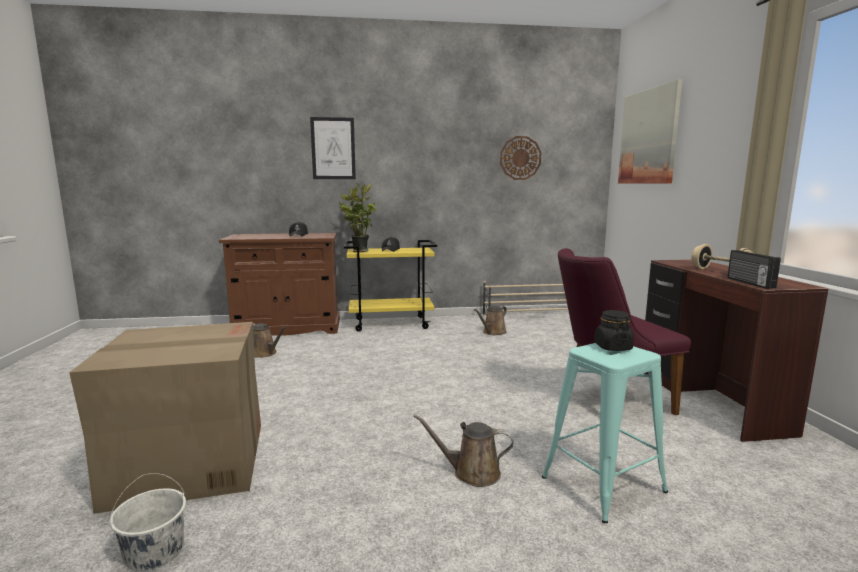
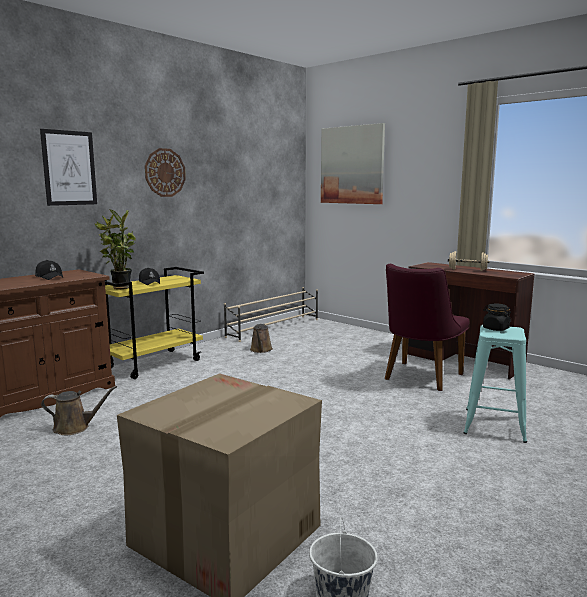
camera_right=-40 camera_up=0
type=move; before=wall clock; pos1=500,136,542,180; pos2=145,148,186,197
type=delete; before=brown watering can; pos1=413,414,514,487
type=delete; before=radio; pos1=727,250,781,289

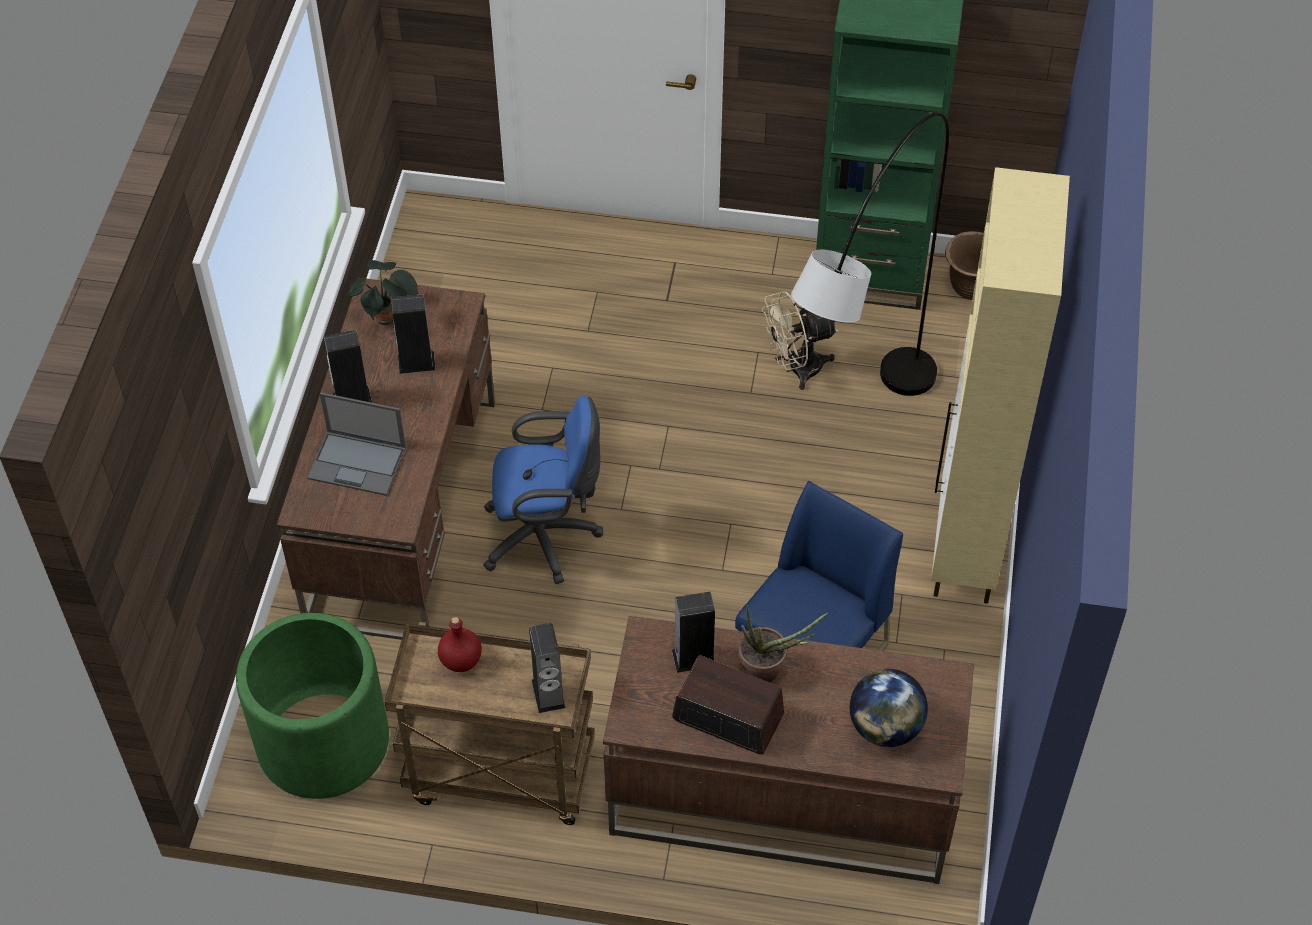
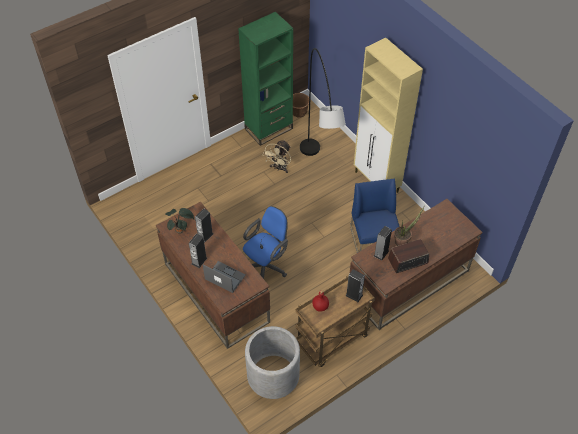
camera_right=-45 camera_up=0
type=rotate; before=laptop; pos1=307,392,406,496; pos2=203,261,246,293; turn=-120
type=recolor; before=green planter; after=grey planter; pos1=236,613,389,799; pos2=245,326,300,399
type=delete; before=globe; pos1=850,669,928,747

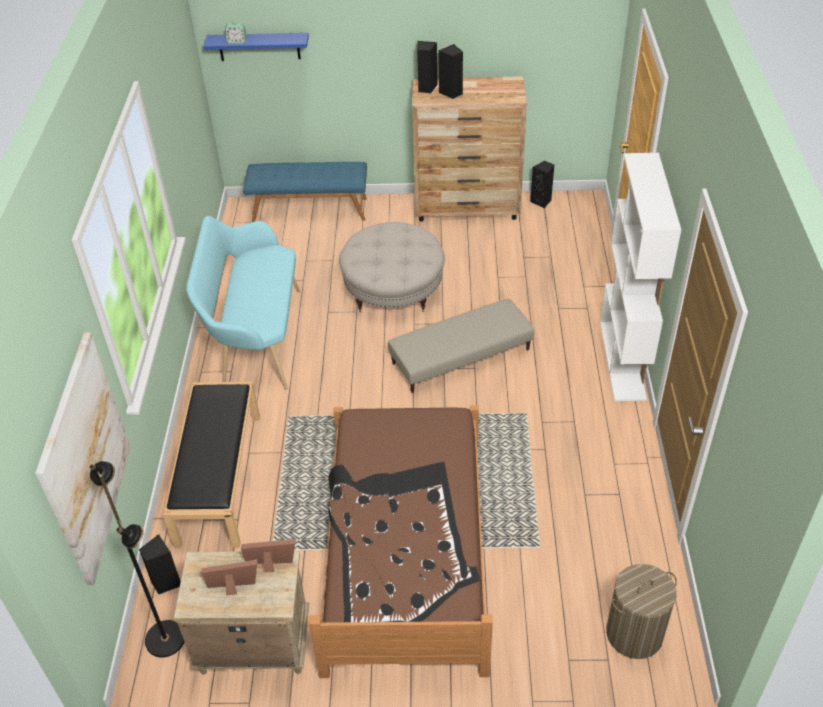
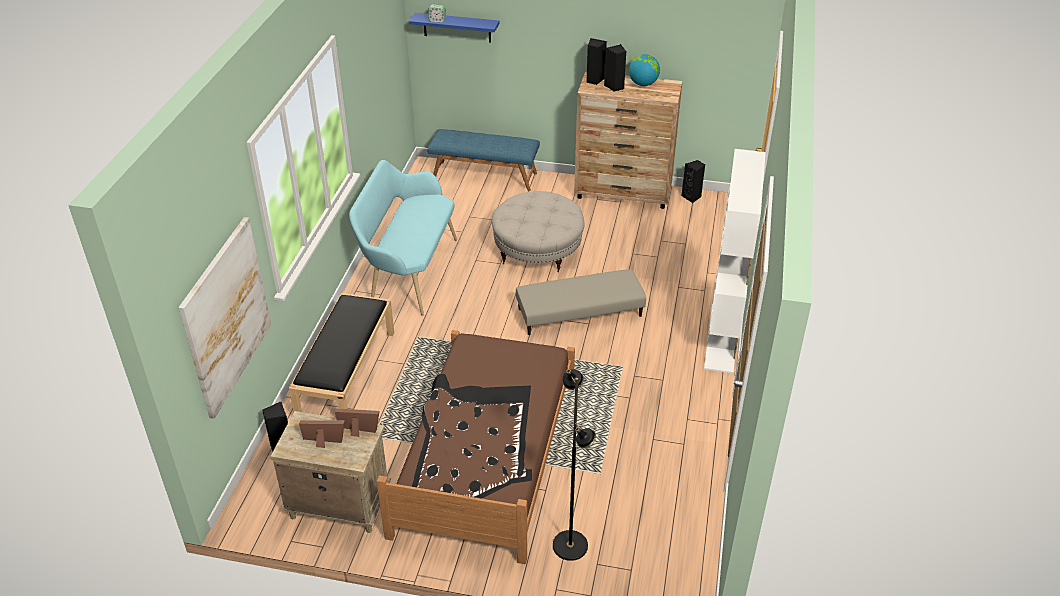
camera_right=10 camera_up=-5
type=move; before=black floor lamp; pos1=89,461,184,658; pos2=553,369,596,561
type=insert; after=globe; pos2=629,54,660,86
type=delete; before=laundry basket; pos1=606,564,677,659

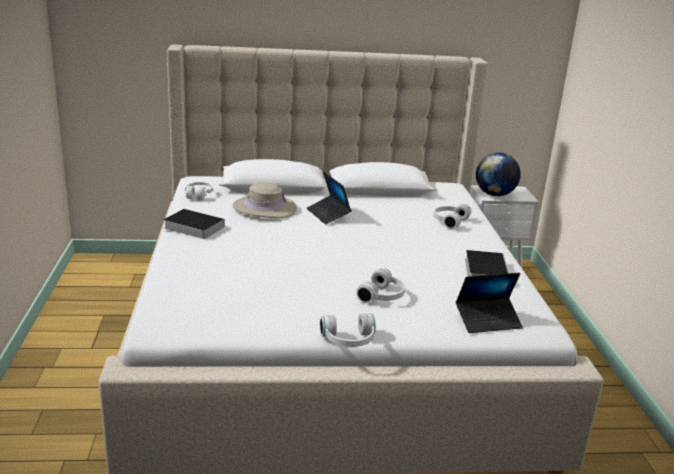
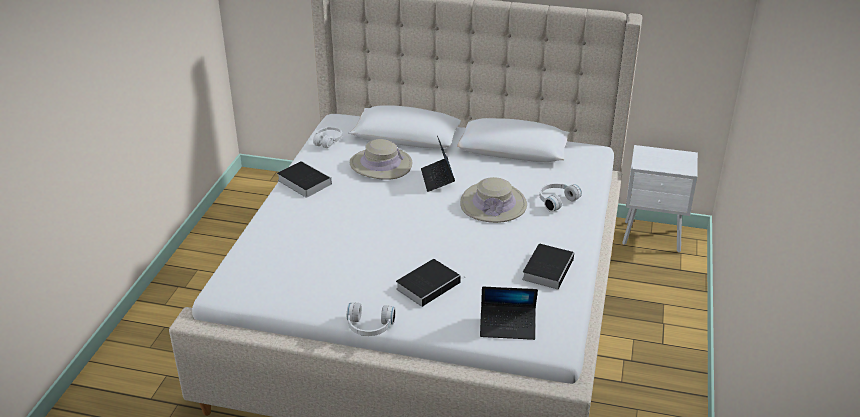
camera_right=20 camera_up=10
type=replace; before=white headphones; after=book; pos1=356,268,405,303; pos2=396,259,465,307
type=insert; after=beige hat; pos2=460,177,527,223
type=delete; before=globe; pos1=476,152,521,196

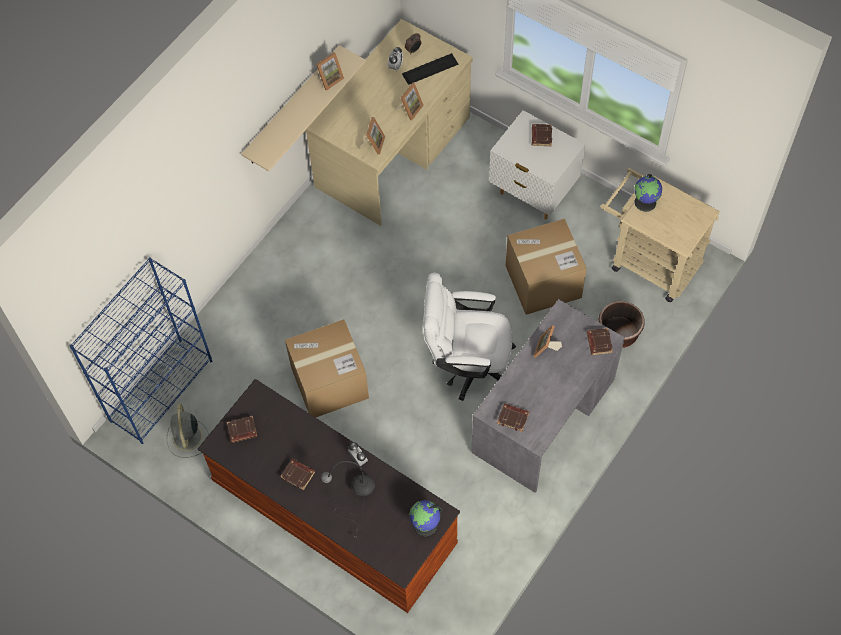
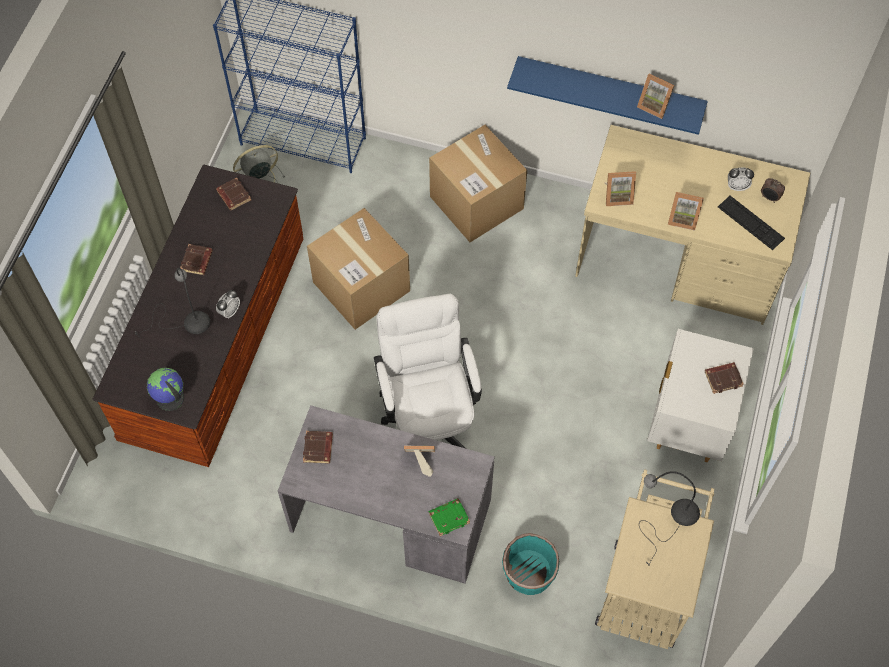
camera_right=70 camera_up=0
type=move; before=cardboard box; pos1=505,219,587,315; pos2=429,125,527,242
type=recolor; before=brown book; after=green book; pos1=587,328,613,355; pos2=429,498,470,536
type=recolor; before=brown planter; after=turquoise planter; pos1=599,301,644,348; pos2=502,533,559,595
type=recolor; before=beige shelf; after=blue shelf; pos1=241,45,366,171; pos2=507,56,708,135
type=replace; before=globe; after=grey table lamp; pos1=634,174,662,212; pos2=639,471,700,565

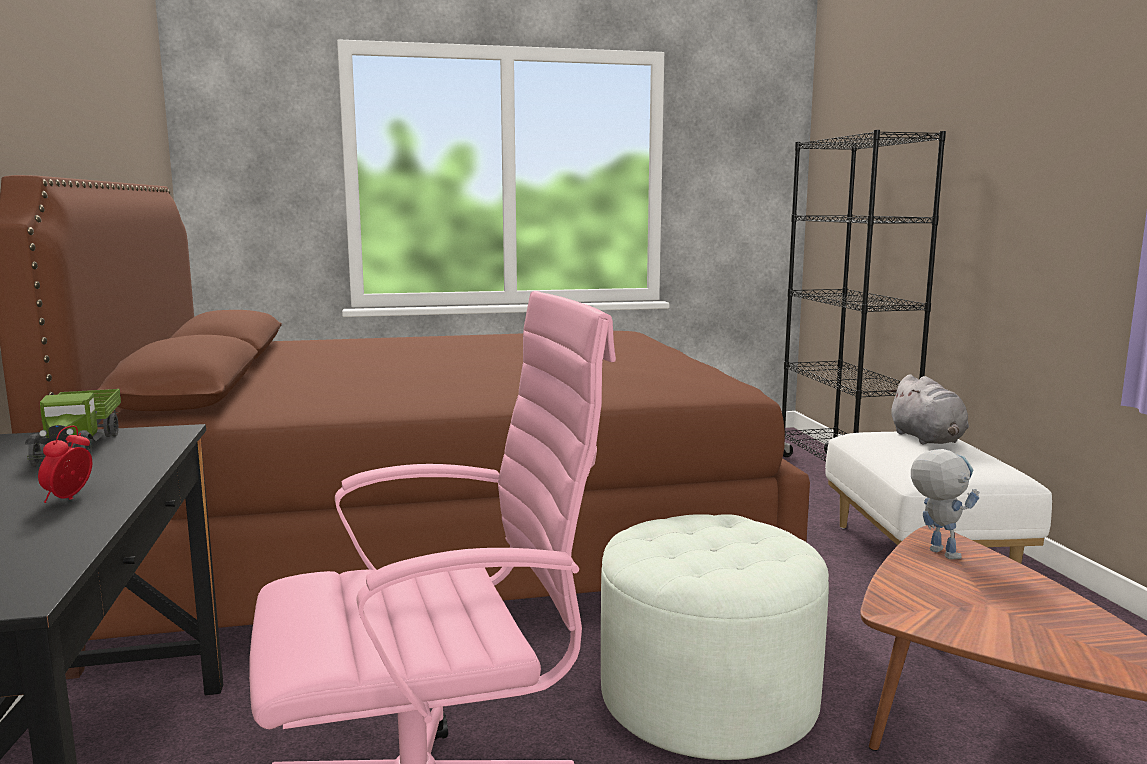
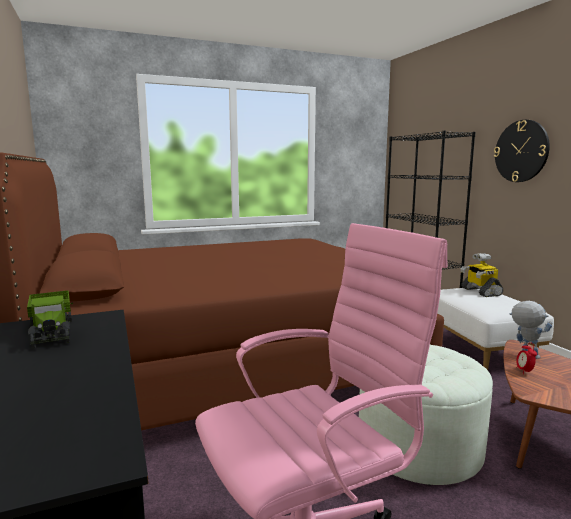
camera_right=-10 camera_up=0
type=replace; before=grey plush toy; after=toy robot; pos1=888,374,969,444; pos2=461,253,503,297
type=insert; after=wall clock; pos2=494,120,550,182
type=move; before=alarm clock; pos1=38,426,92,503; pos2=516,342,537,374

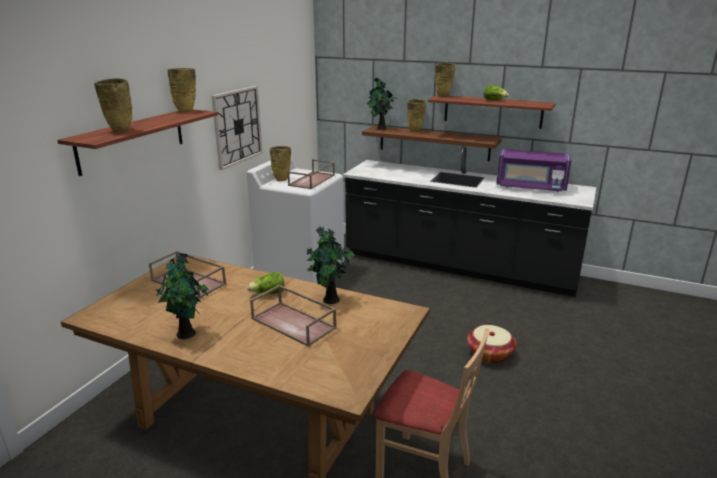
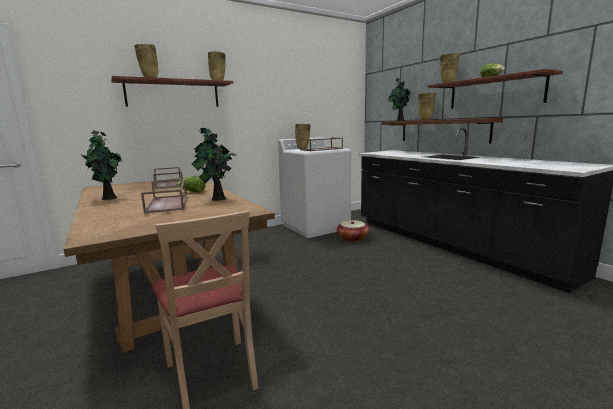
camera_right=35 camera_up=-10
type=move; before=basket; pos1=467,325,516,363; pos2=337,220,369,242
type=delete; before=wall clock; pos1=211,86,263,170
type=delete; before=purple microwave; pos1=496,149,571,192

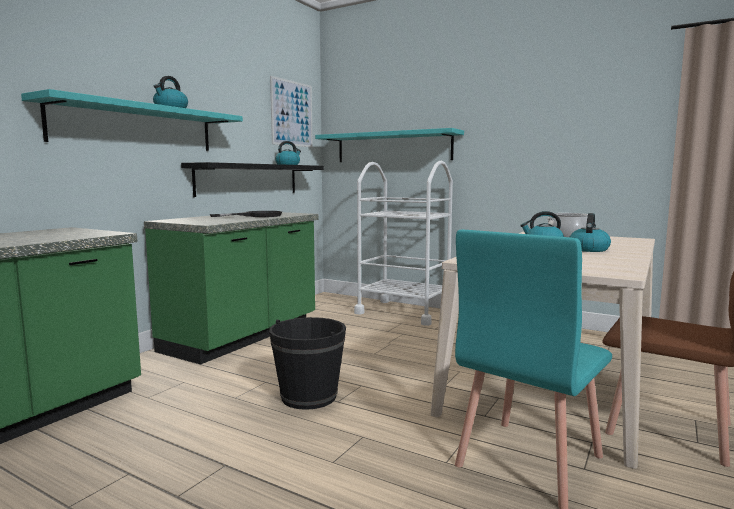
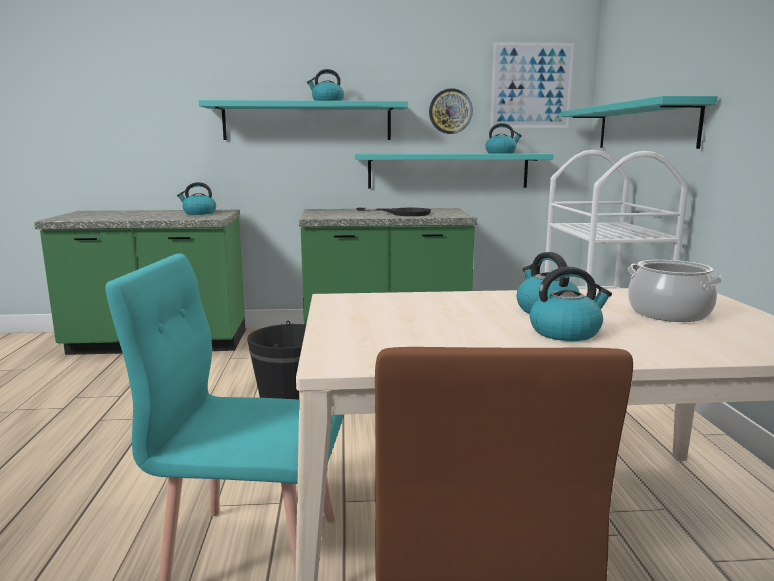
camera_right=55 camera_up=5
type=insert; after=kettle; pos2=177,182,216,215
type=recolor; before=black shelf; after=turquoise shelf; pos1=181,162,324,197; pos2=355,153,554,189
type=insert; after=wall clock; pos2=429,88,473,134

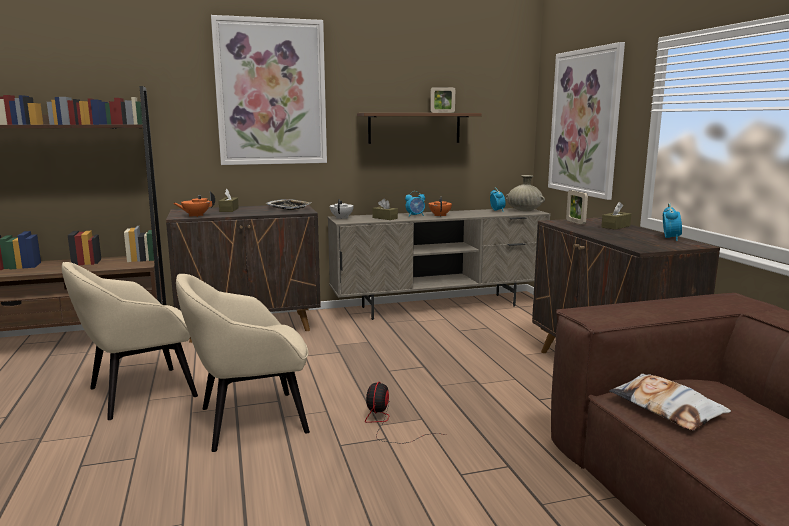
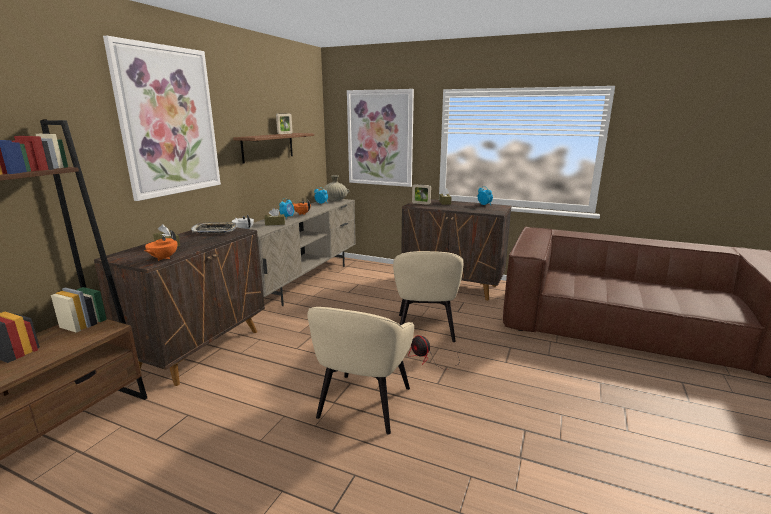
camera_right=-50 camera_up=5
type=move; before=beige armchair; pos1=62,262,198,420; pos2=393,251,464,342
type=delete; before=pillow; pos1=609,373,731,431

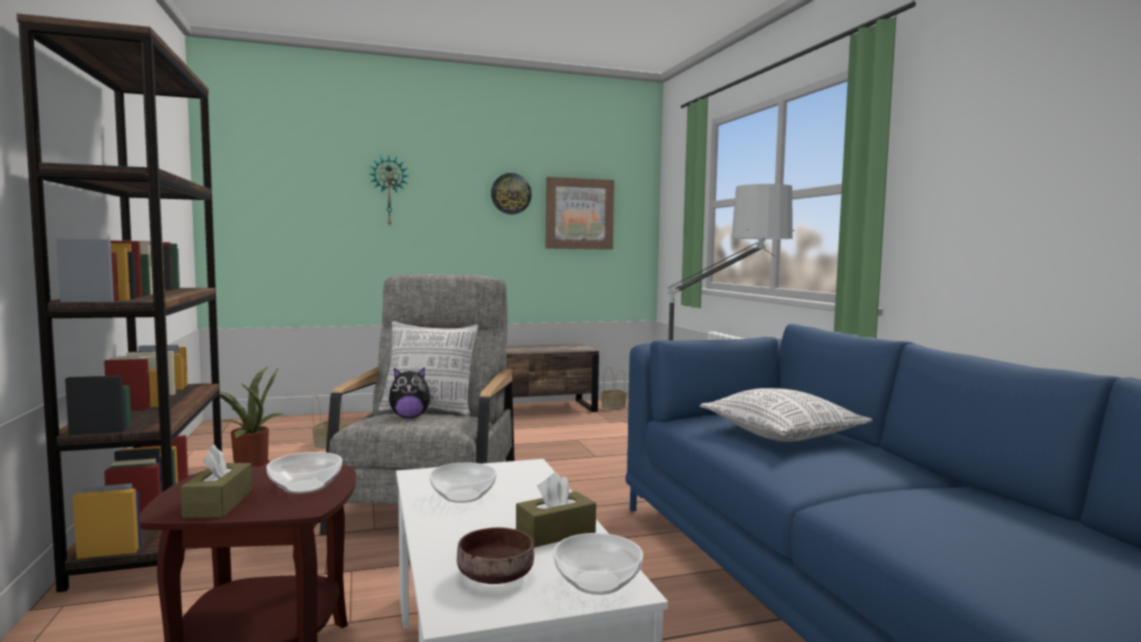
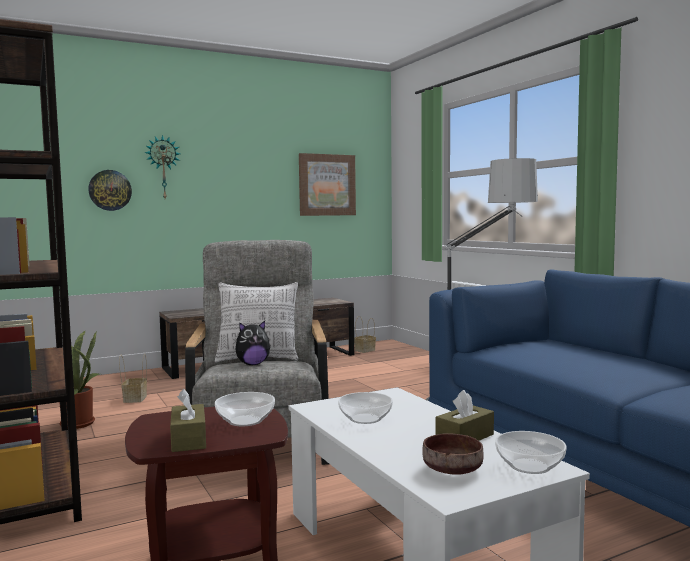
camera_right=-10 camera_up=0
type=move; before=wall clock; pos1=491,173,532,214; pos2=88,170,132,211
type=delete; before=pillow; pos1=700,388,873,442

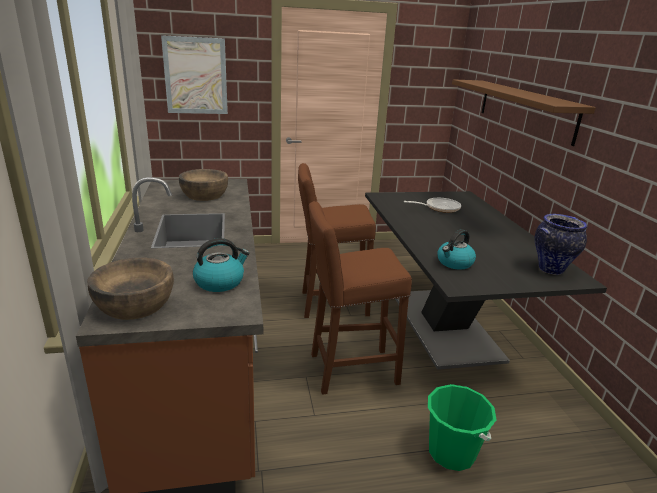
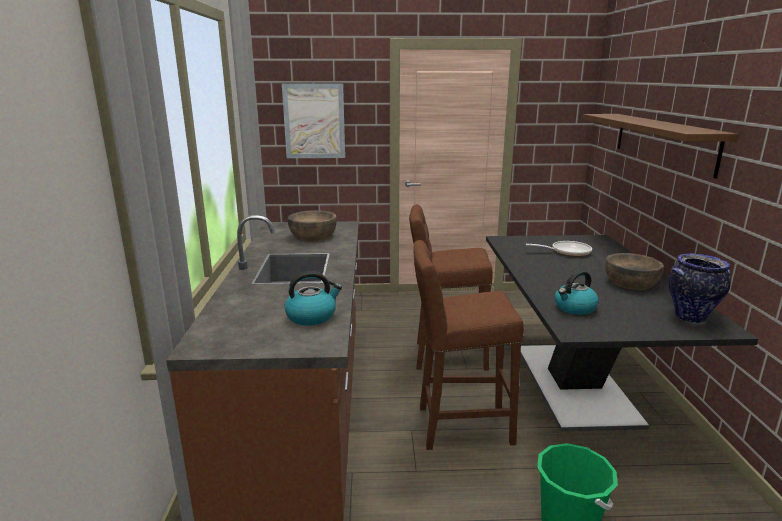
camera_right=10 camera_up=-5
type=move; before=brown bowl; pos1=87,258,174,320; pos2=605,253,664,290

